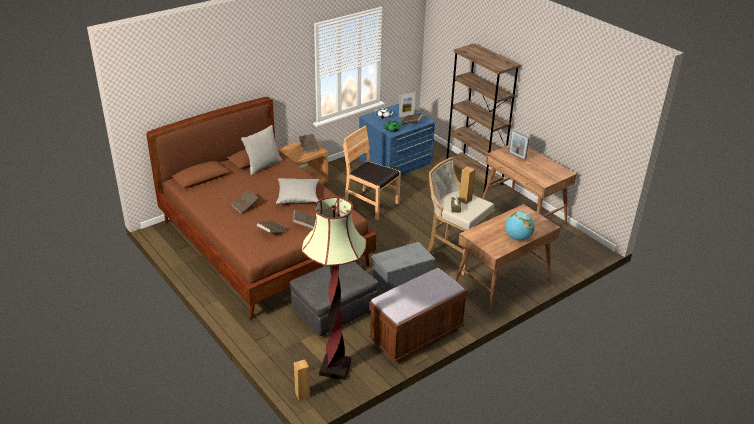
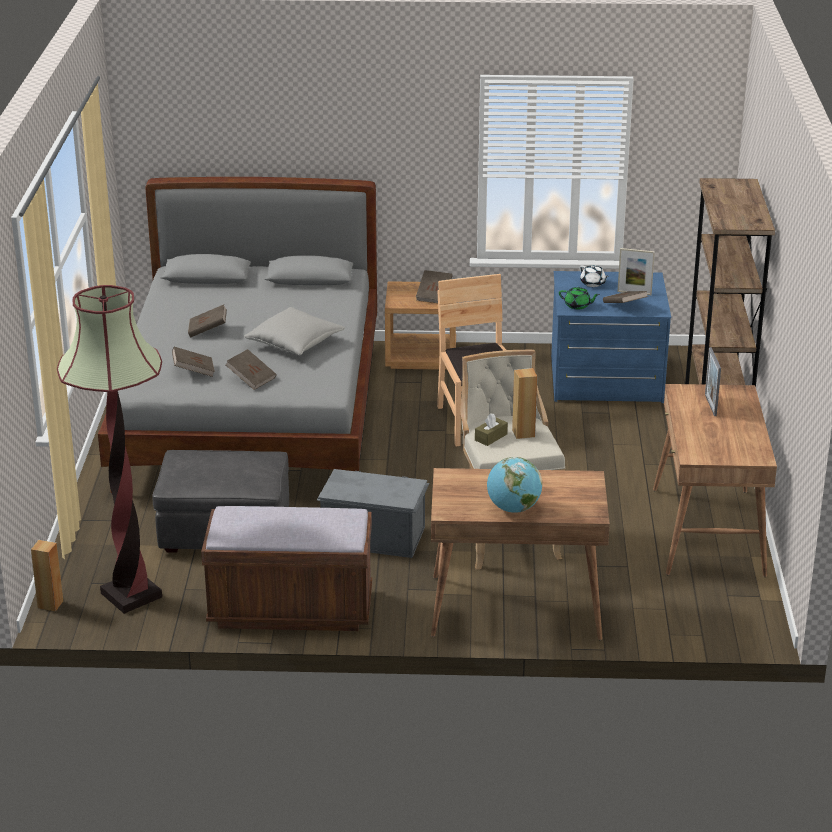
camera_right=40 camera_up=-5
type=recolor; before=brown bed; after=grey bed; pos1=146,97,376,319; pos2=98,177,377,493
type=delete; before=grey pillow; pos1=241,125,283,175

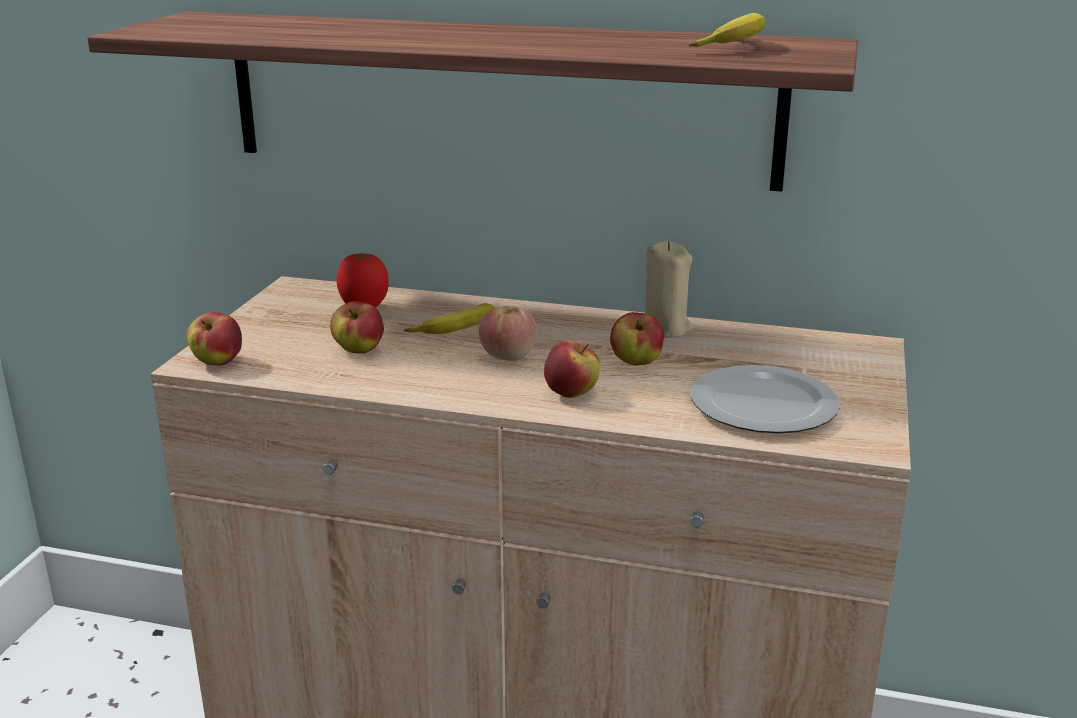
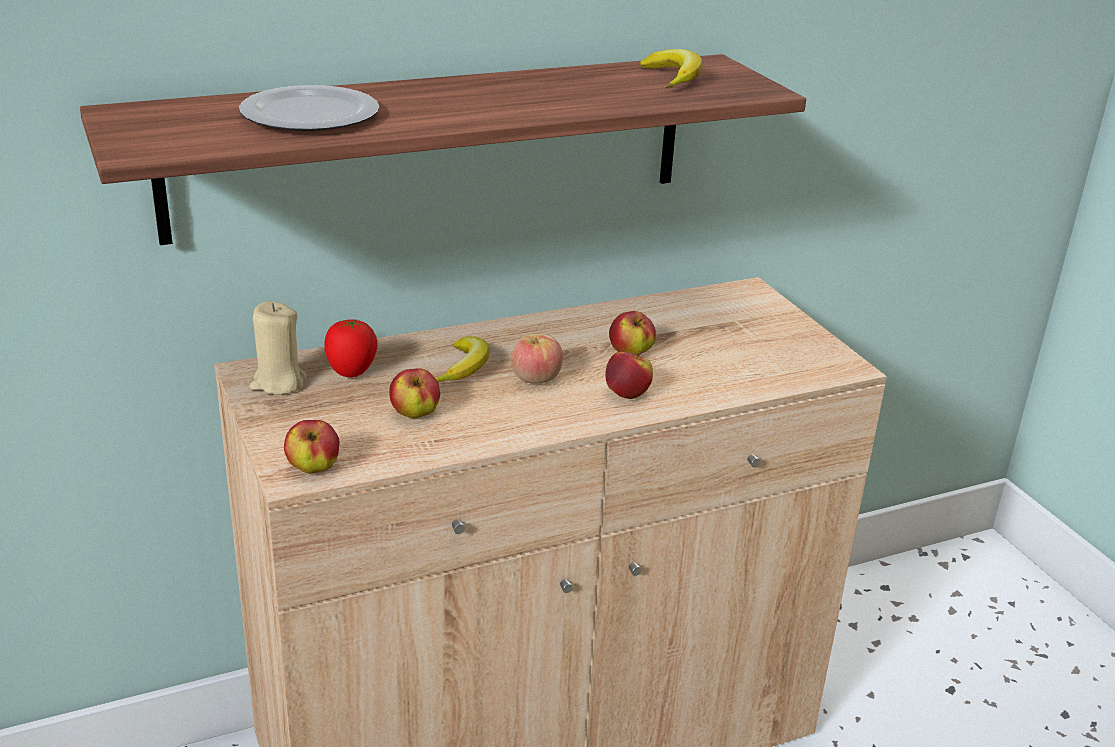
camera_right=-40 camera_up=5
type=move; before=plate; pos1=691,365,840,433; pos2=239,85,379,131
type=move; before=beige candle; pos1=645,241,694,338; pos2=250,301,306,395

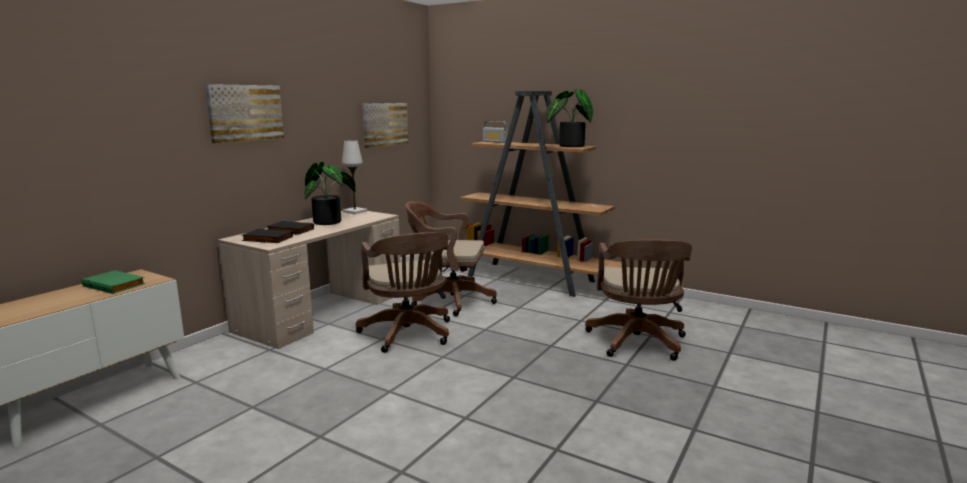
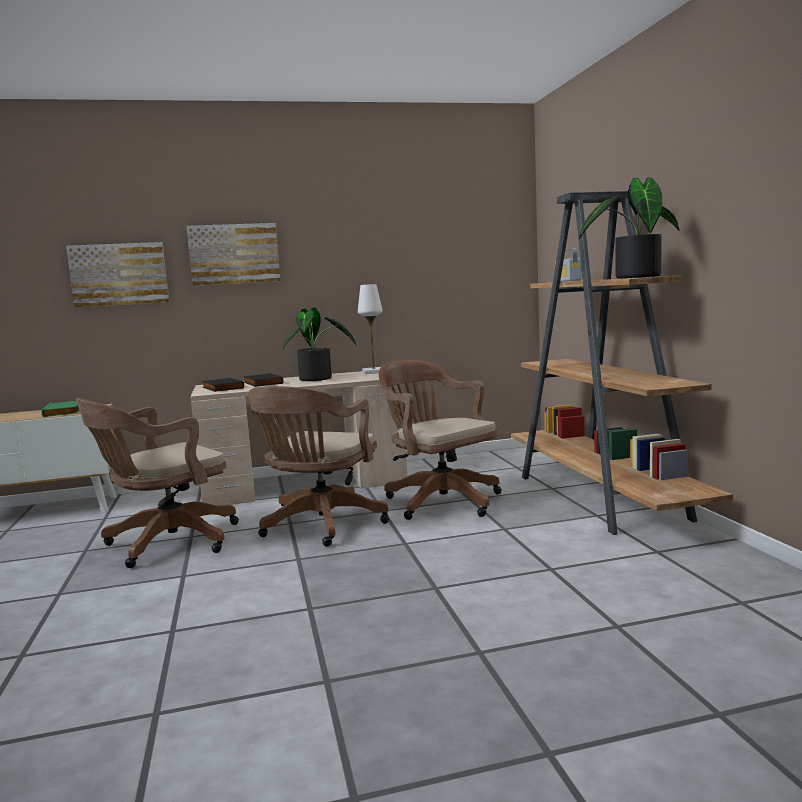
camera_right=45 camera_up=-5
type=move; before=picture; pos1=362,103,408,148; pos2=66,242,169,307
type=move; before=brown office chair; pos1=585,239,692,361; pos2=76,398,239,568

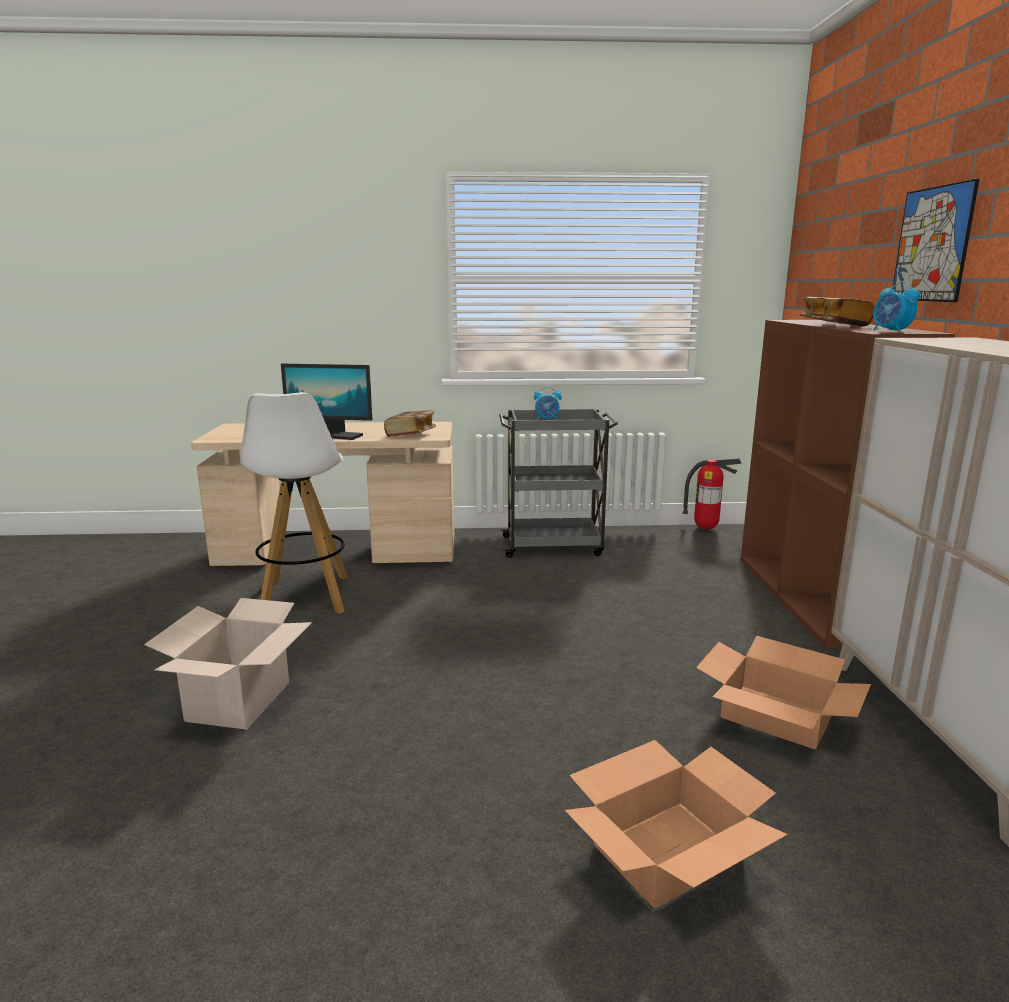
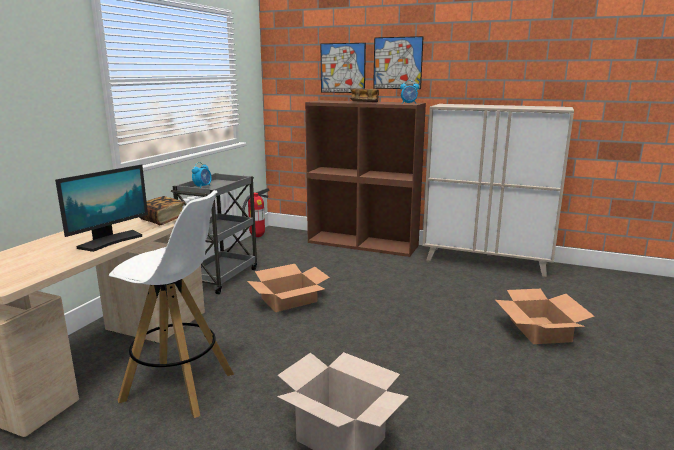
camera_right=-65 camera_up=0
type=move; before=cardboard box; pos1=696,636,871,749; pos2=247,264,330,312
type=insert; after=picture; pos2=321,43,366,93

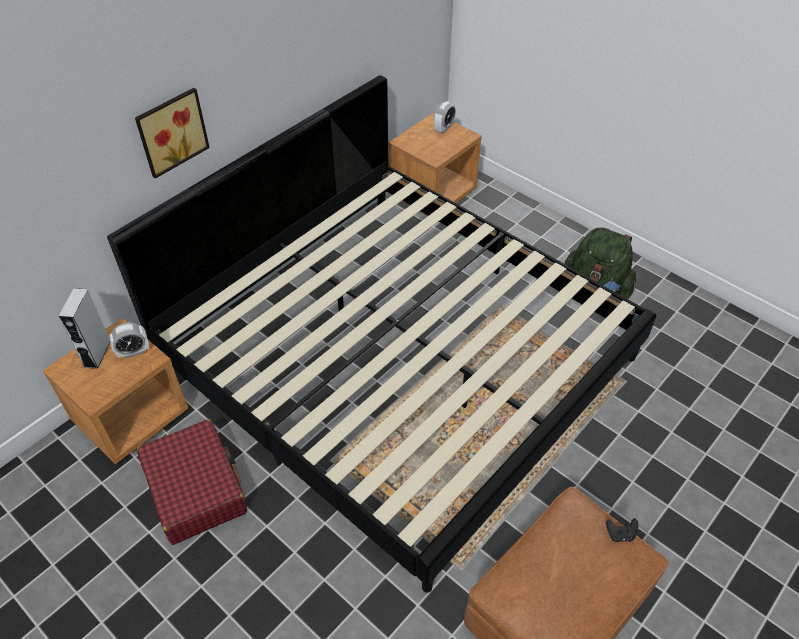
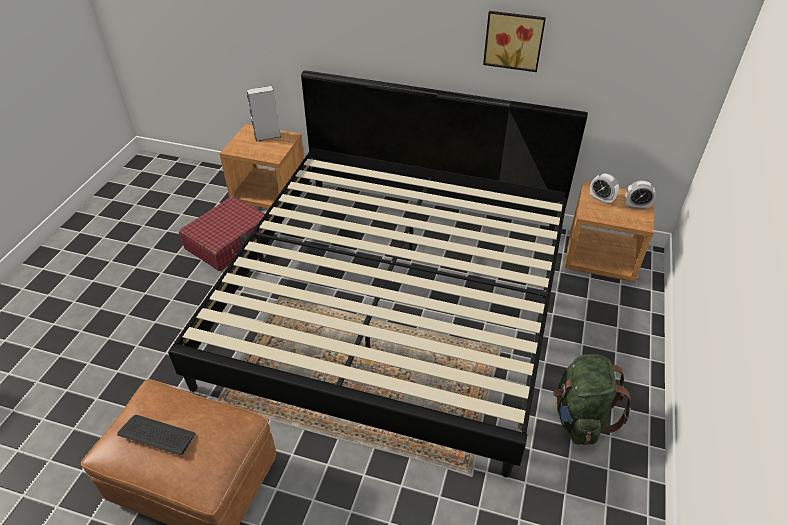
camera_right=65 camera_up=-5
type=insert; after=keyboard; pos2=117,415,195,455
type=move; before=picture; pos1=135,88,210,179; pos2=483,11,546,72
type=move; before=alarm clock; pos1=109,322,149,359; pos2=590,173,619,204
type=delete; before=black game controller; pos1=606,518,638,542

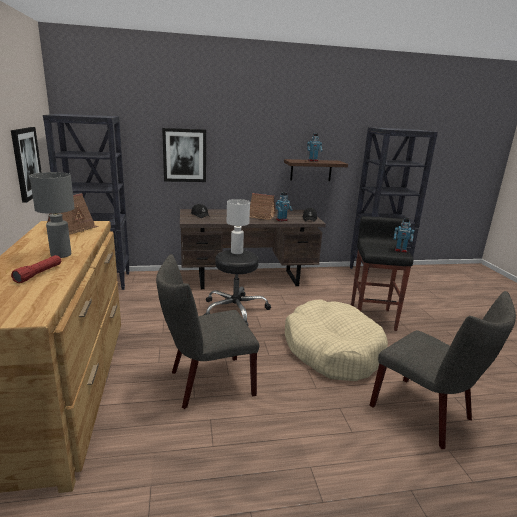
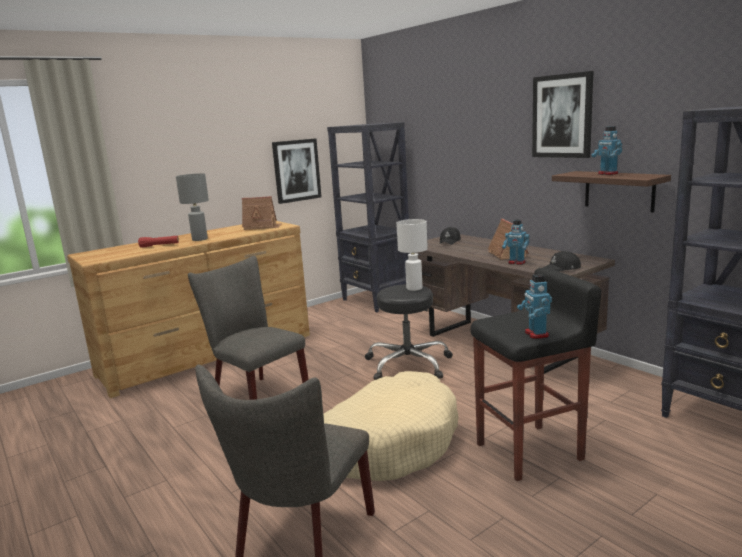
camera_right=65 camera_up=-5
type=move; before=picture; pos1=162,128,206,182; pos2=532,71,594,158

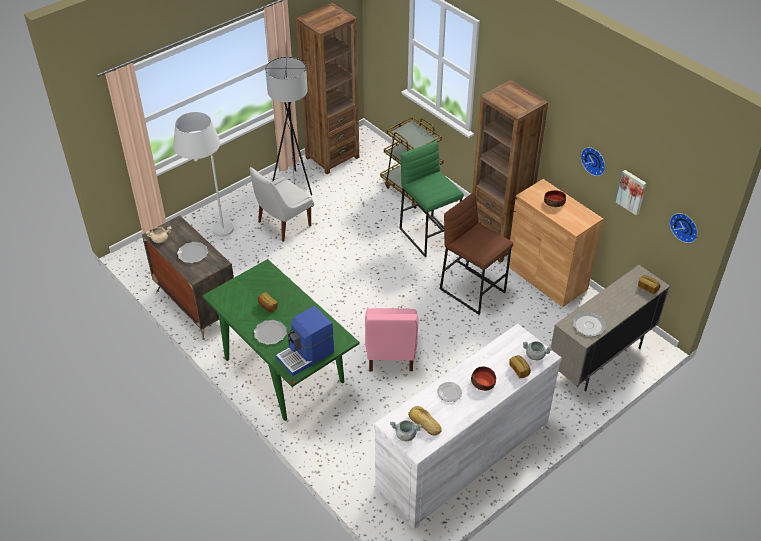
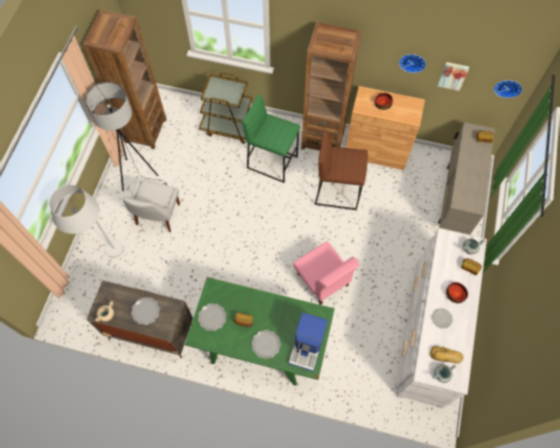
camera_right=-35 camera_up=20
type=move; before=plate; pos1=573,312,606,337; pos2=198,303,227,331

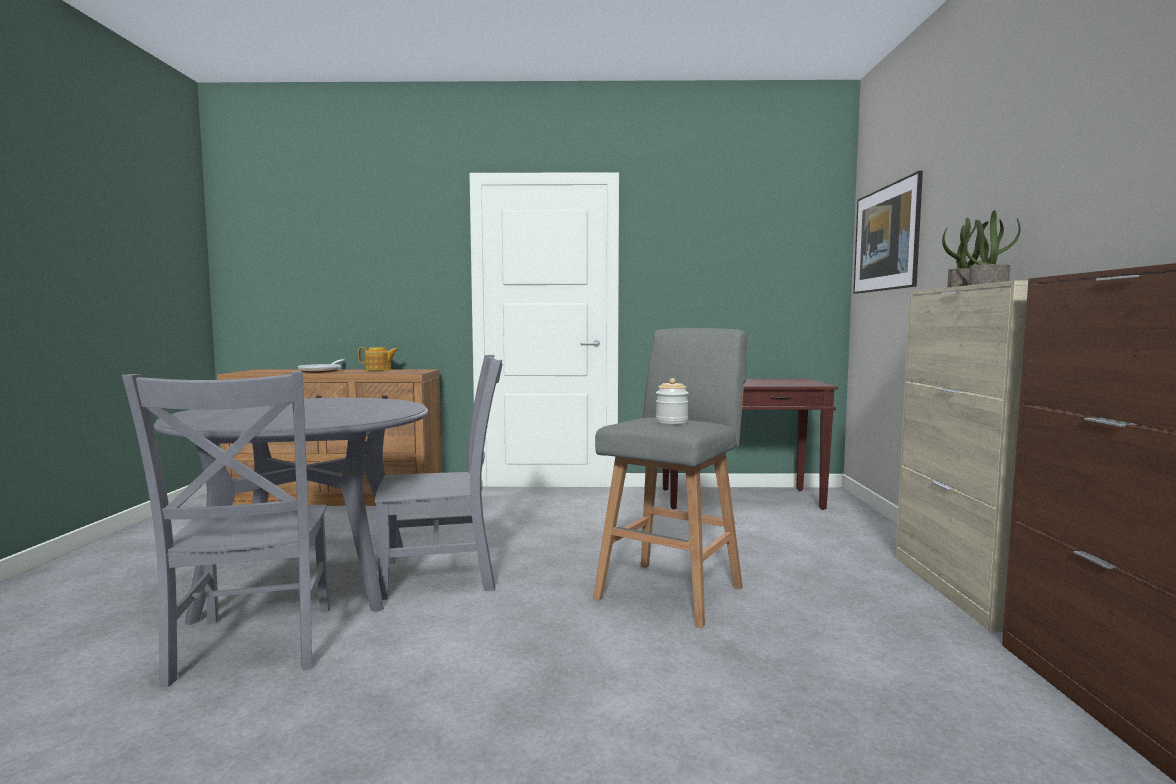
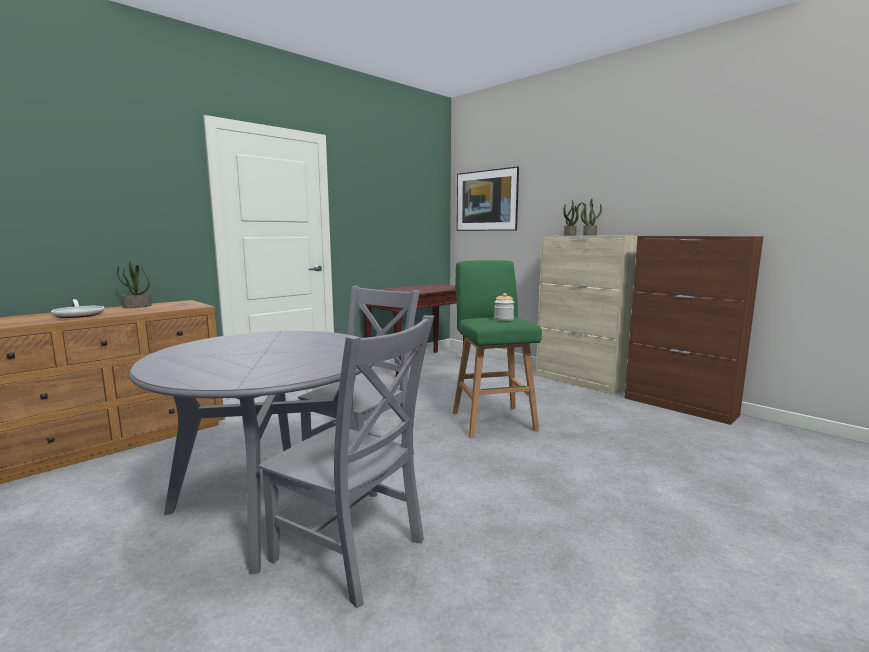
camera_right=-45 camera_up=5
type=replace; before=teapot; after=potted plant; pos1=358,347,398,371; pos2=117,261,151,308
type=recolor; before=grey stool; after=green stool; pos1=593,328,747,628; pos2=453,260,542,438

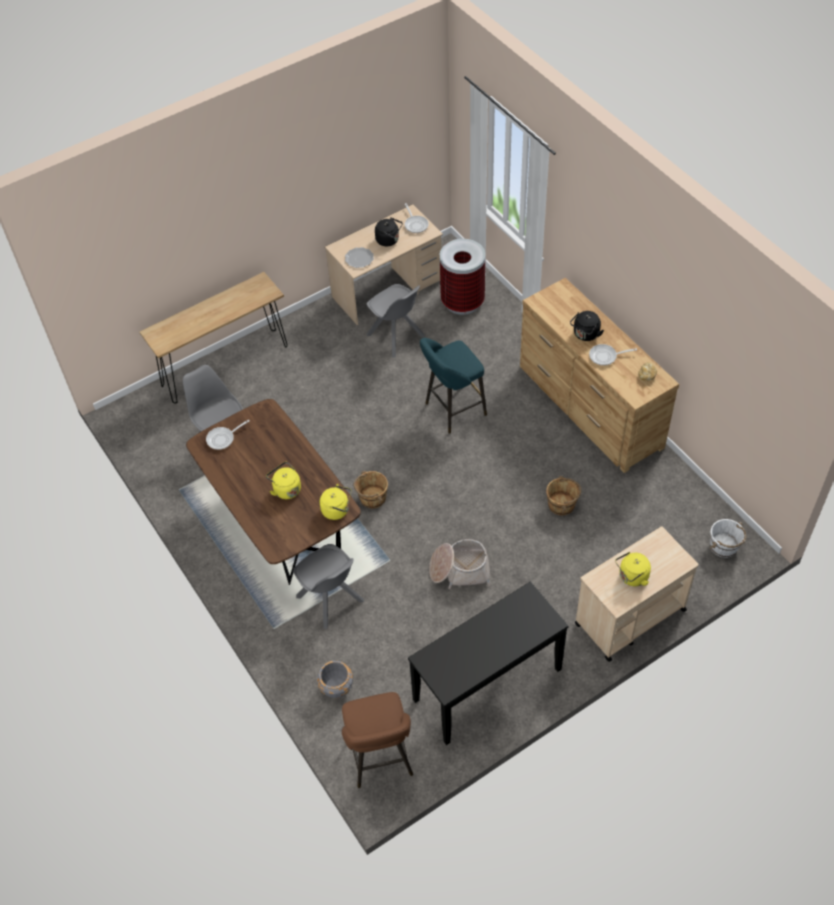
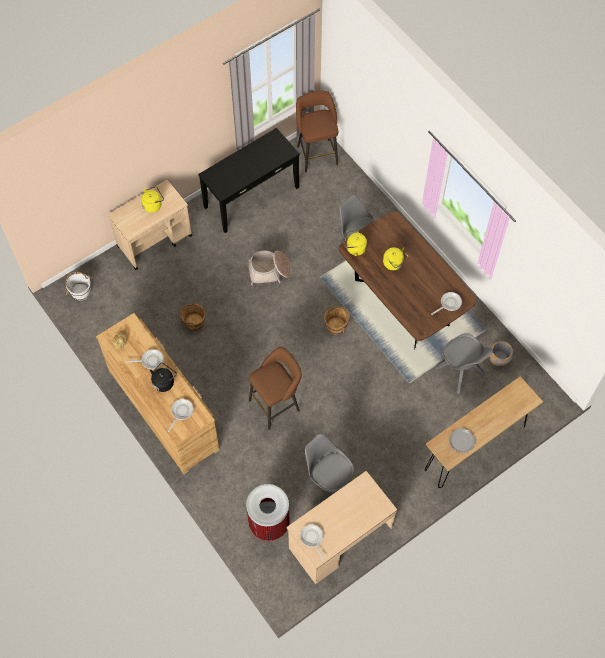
camera_right=175 camera_up=10
type=insert; after=frying pan; pos2=167,399,194,432
type=recolor; before=turquoise stool; after=brown stool; pos1=420,338,487,434; pos2=249,347,302,430
type=move; before=plate; pos1=345,247,374,268; pos2=449,428,476,453
type=move; before=grey planter; pos1=317,661,353,698; pos2=489,341,514,367
type=delete; before=black kettle; pos1=375,217,403,246

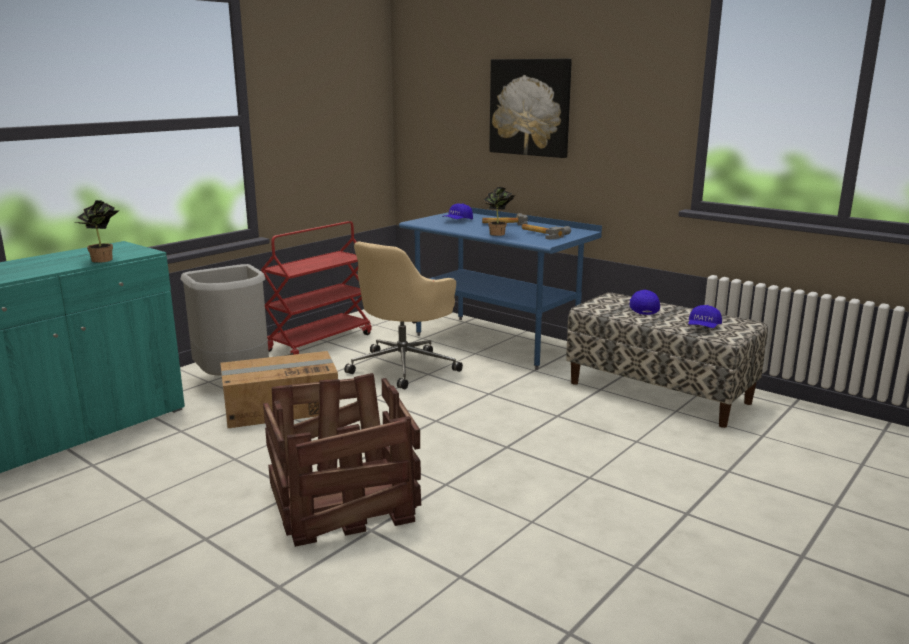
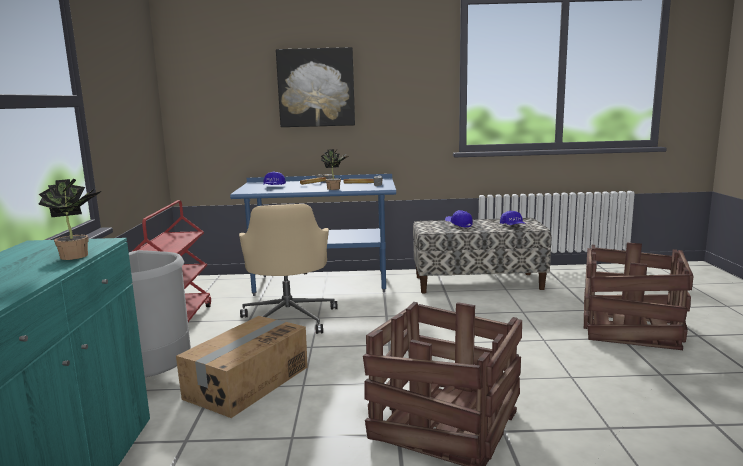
camera_right=-40 camera_up=-5
type=insert; after=crate; pos2=584,243,694,350

